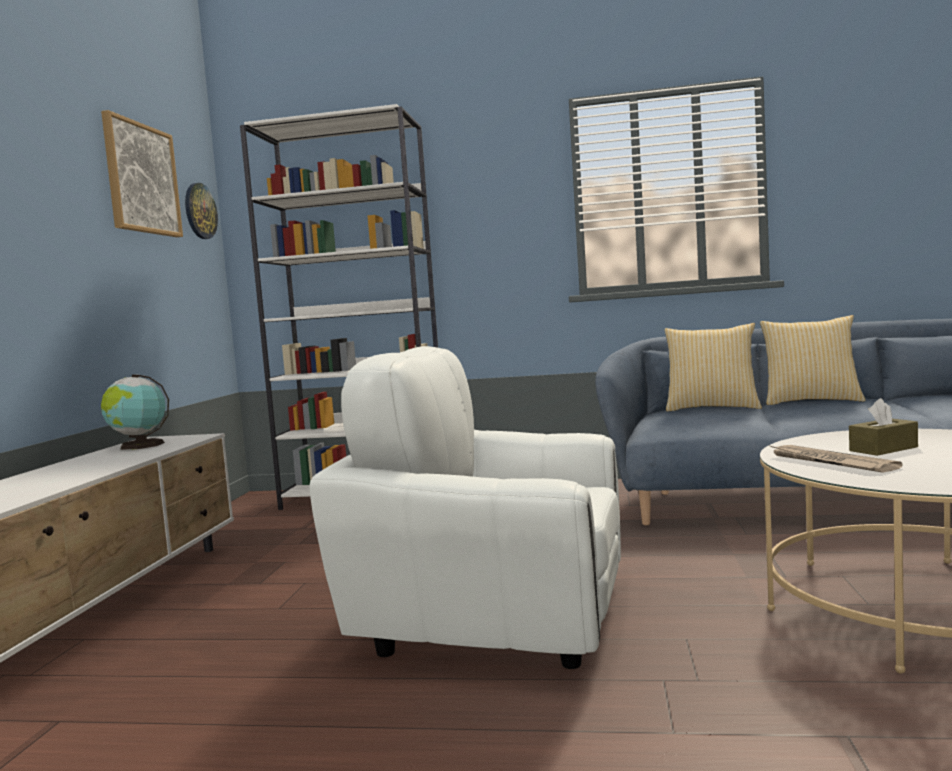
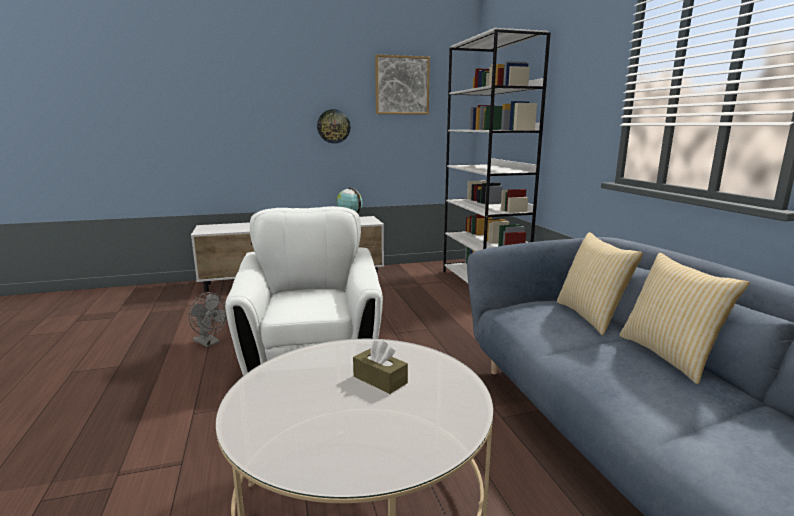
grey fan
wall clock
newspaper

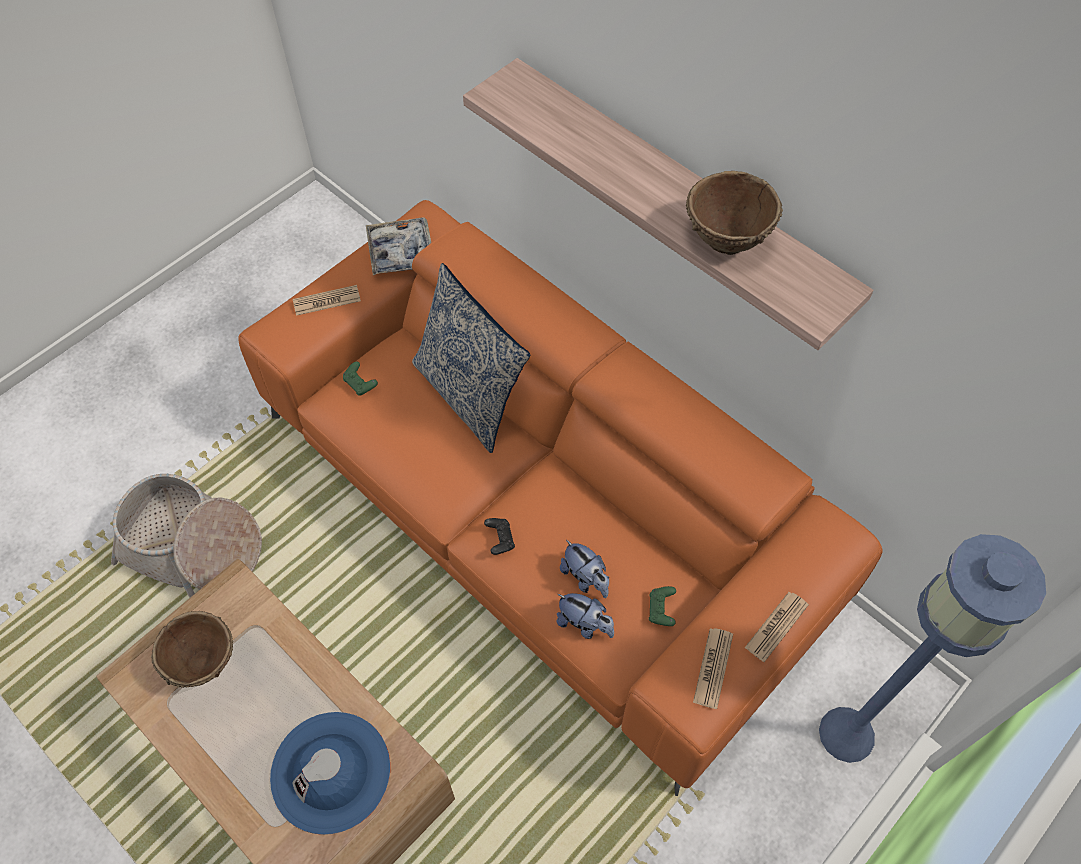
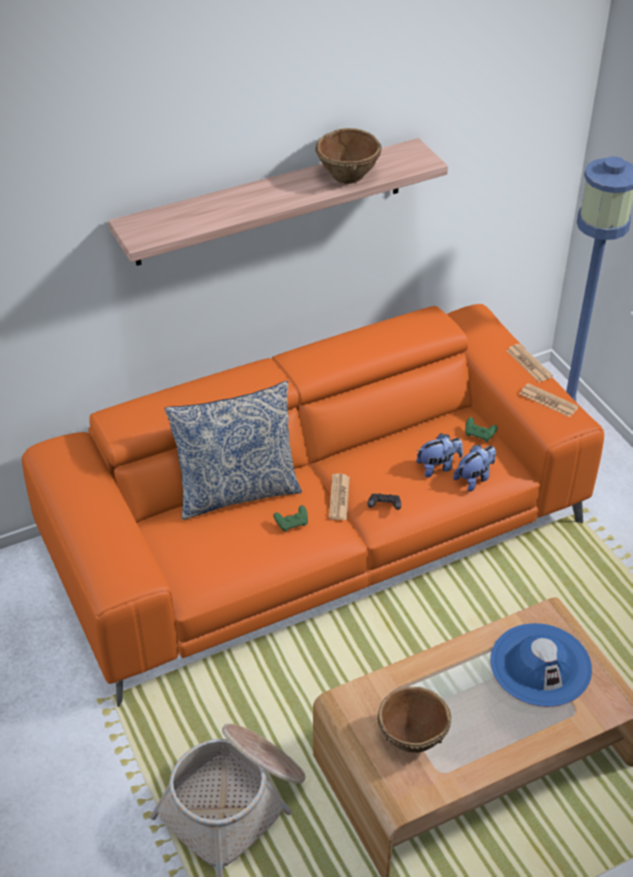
green game controller (1st from left)
newspaper (1st from left)
tray

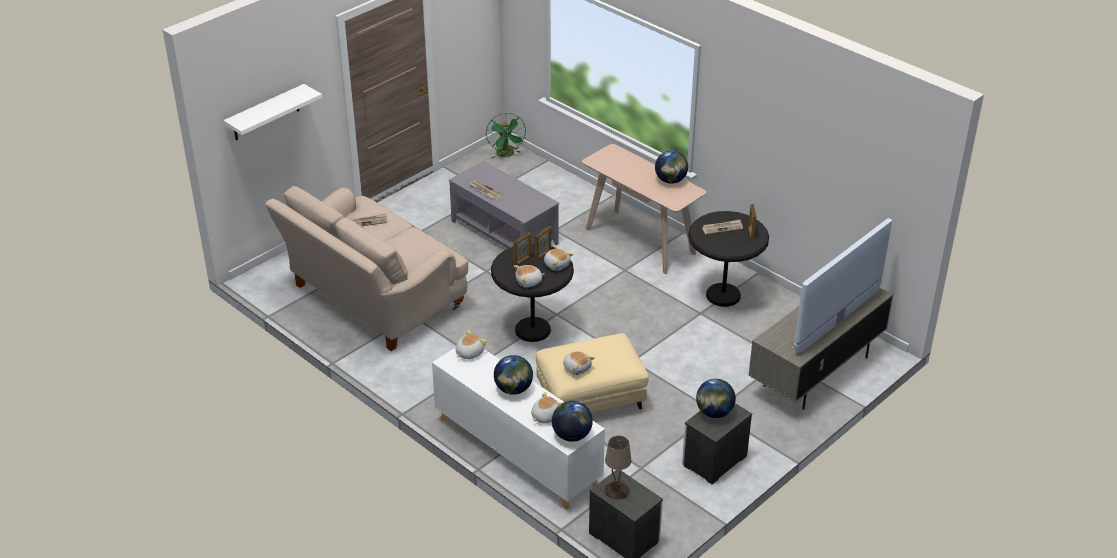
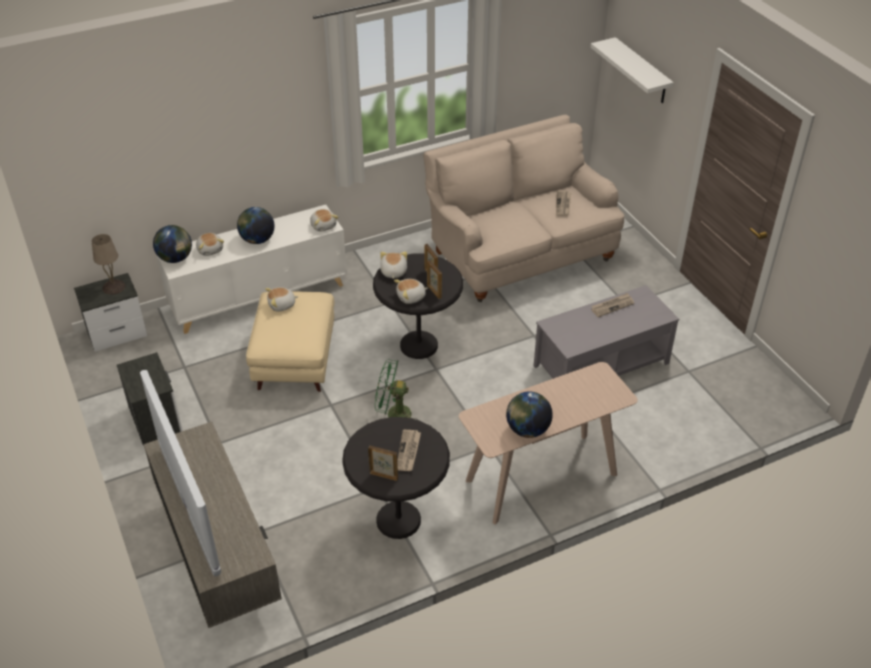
green fan
globe (4th from left in the first image)

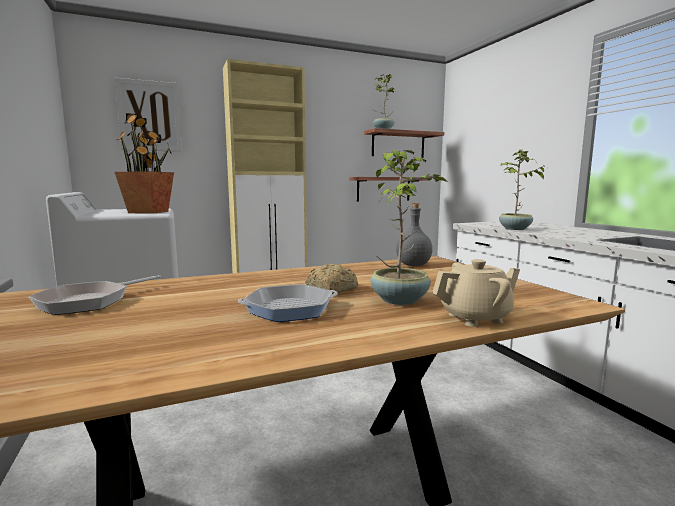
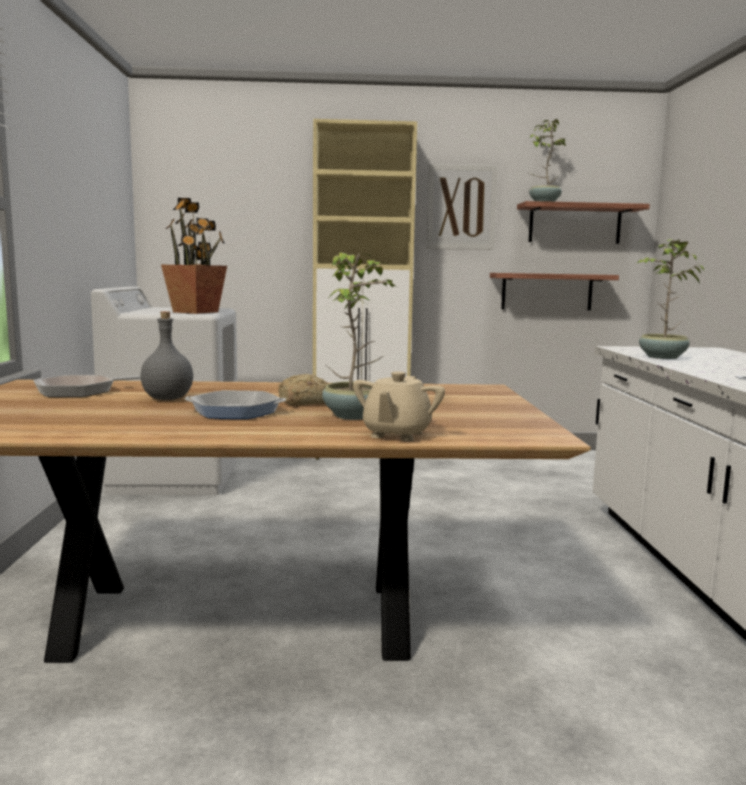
grey bottle
beige teapot
picture

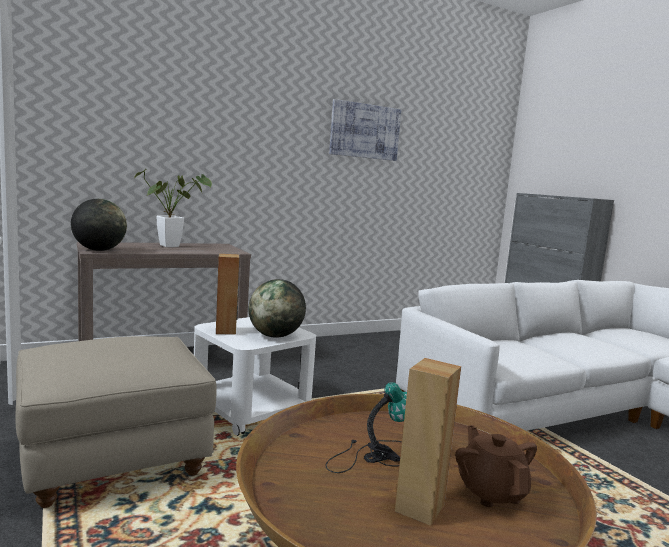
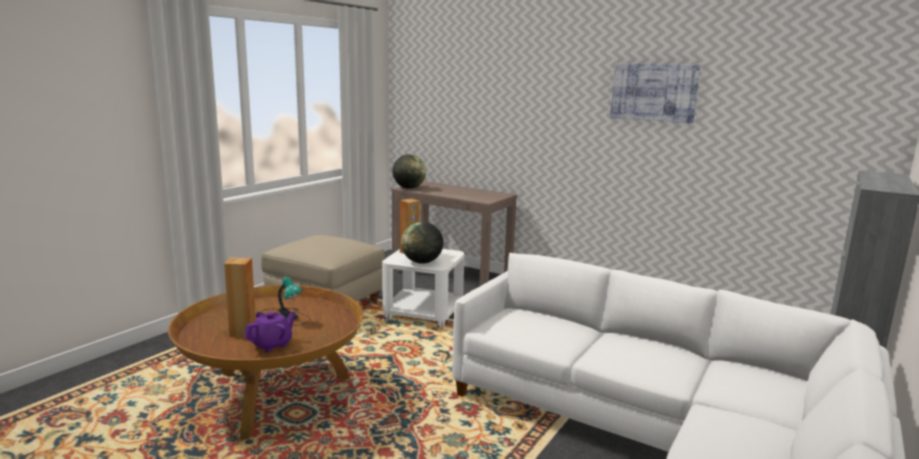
purple teapot
potted plant

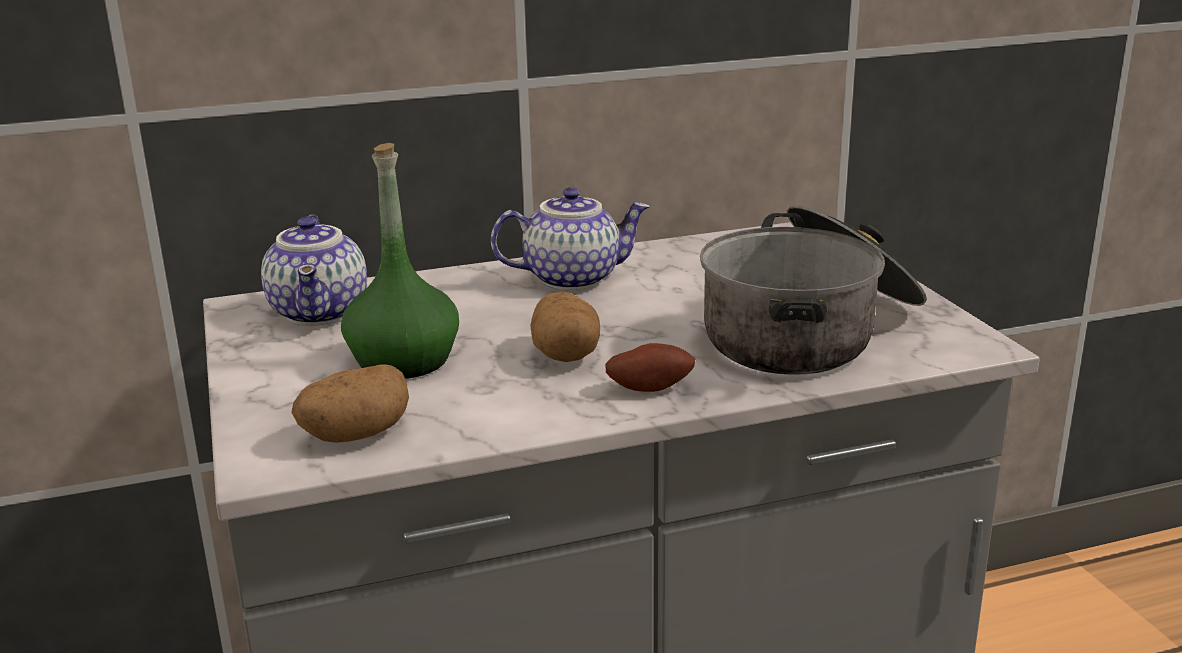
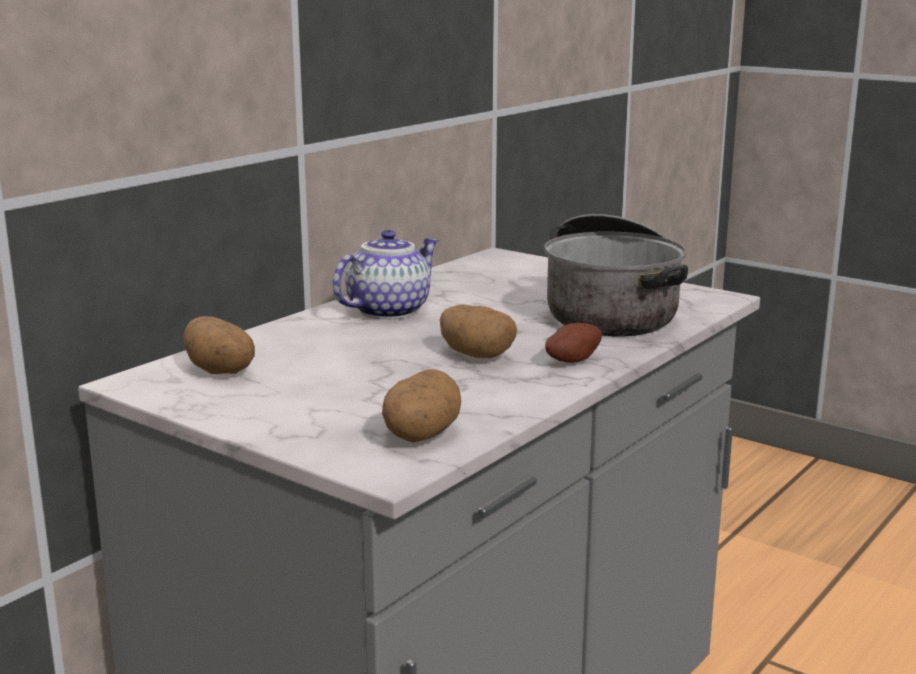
potato (1st from left)
green bottle

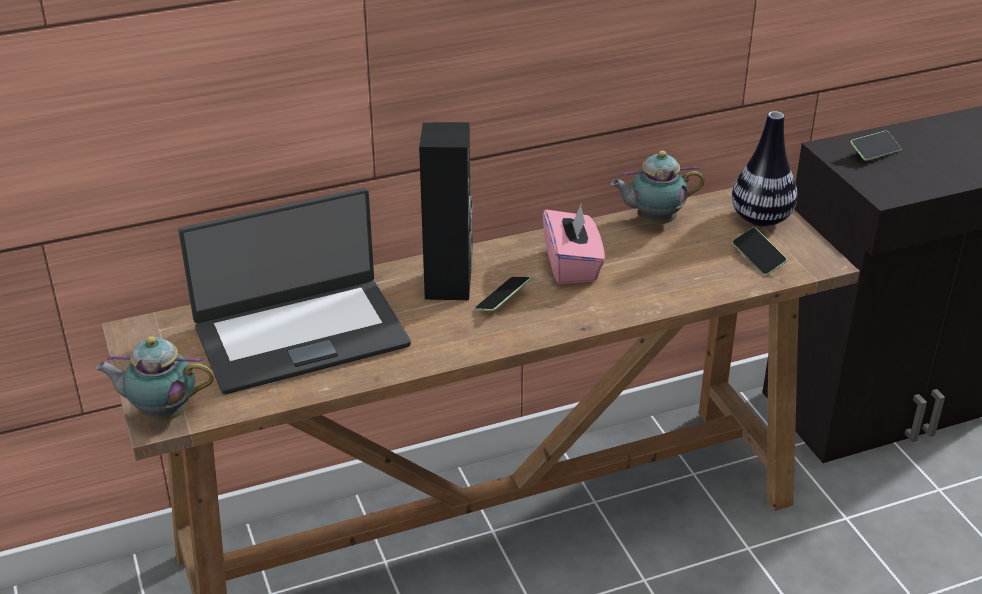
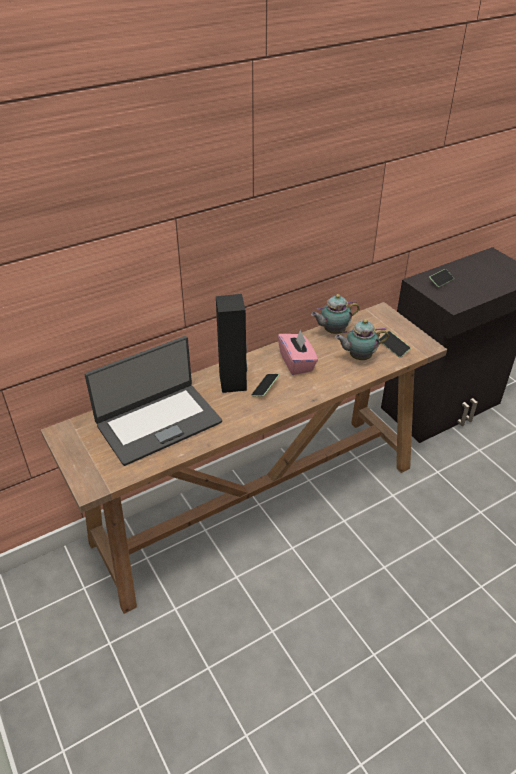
teapot (2nd from left)
vase

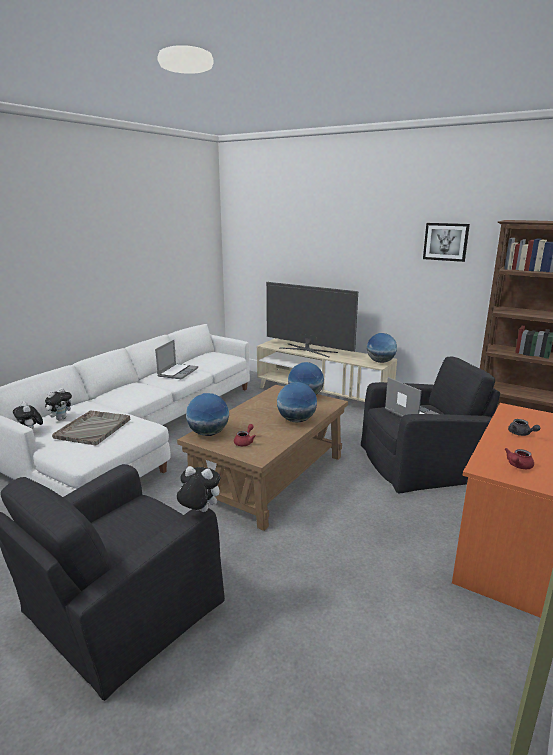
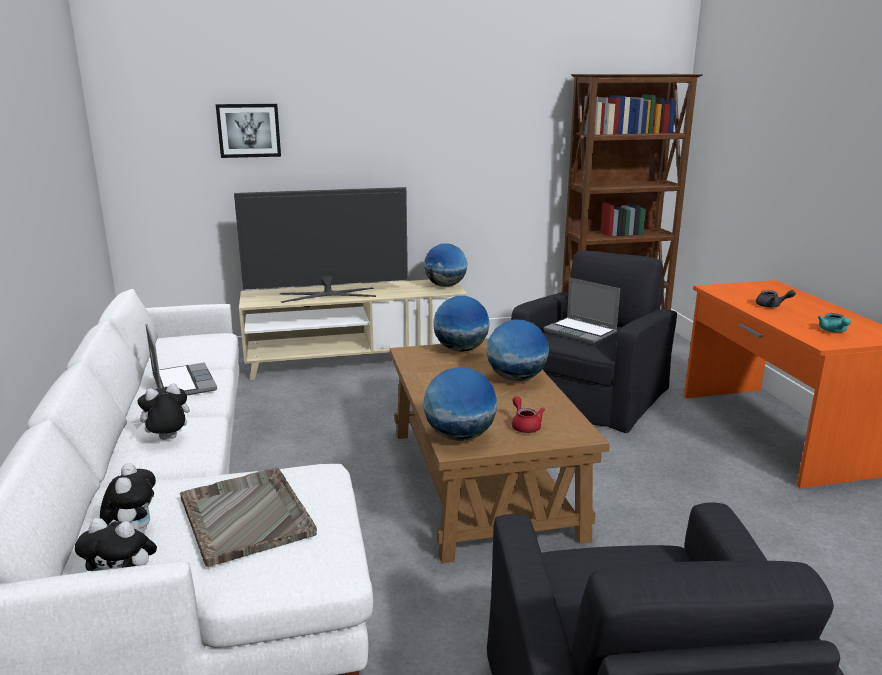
plush toy (3rd from left)
picture
laptop (2nd from left)
turquoise teapot

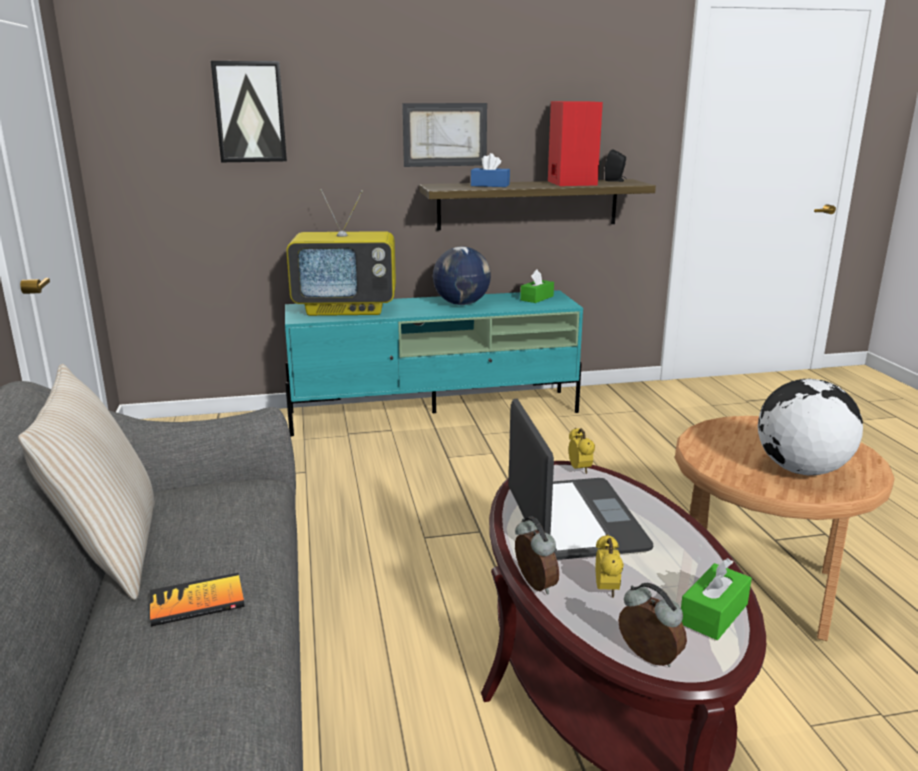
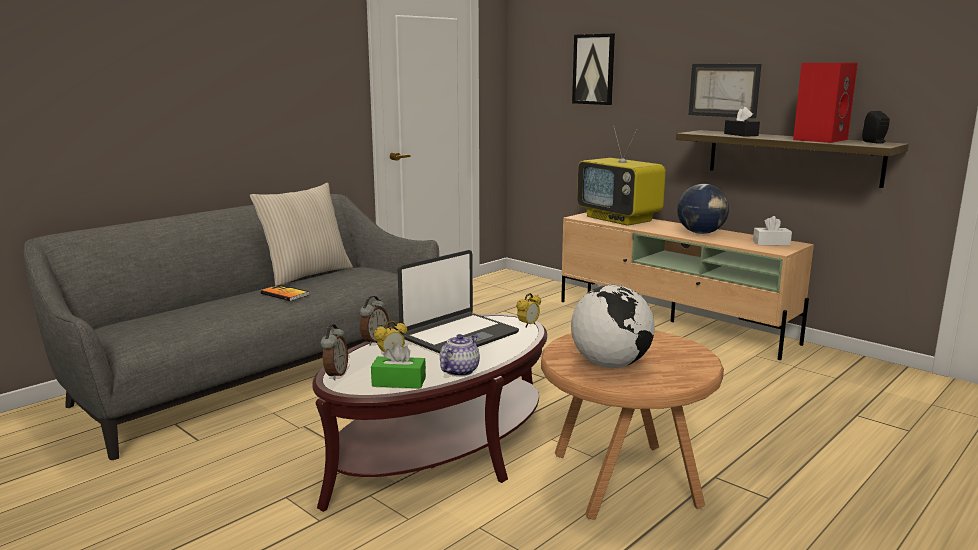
teapot
beige tv stand
black tissue box
white tissue box

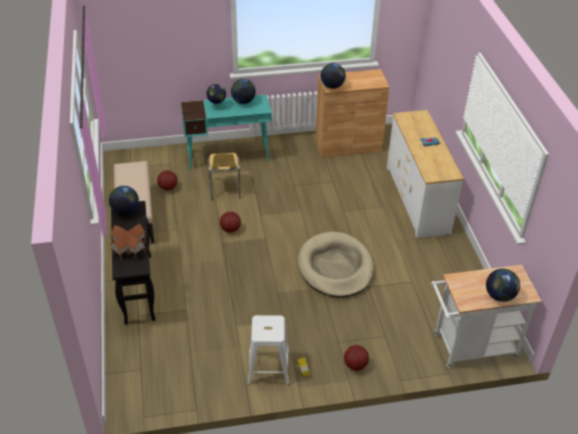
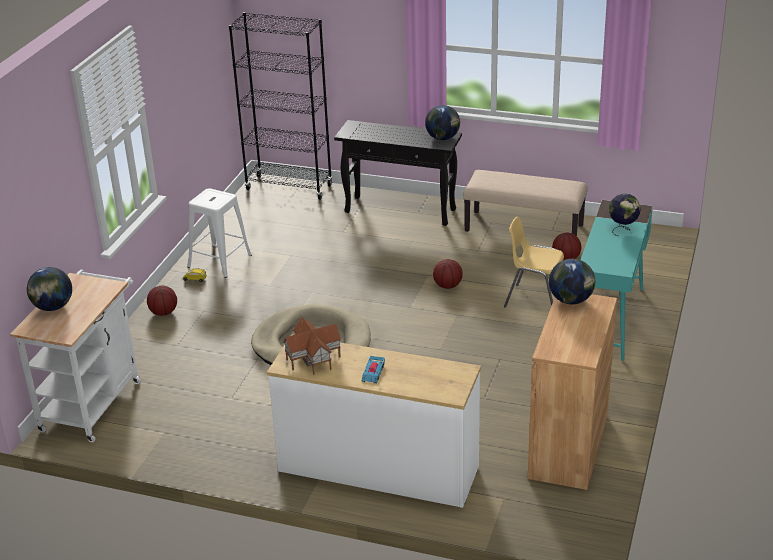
black bookcase
toy house
globe (3rd from left in the first image)

